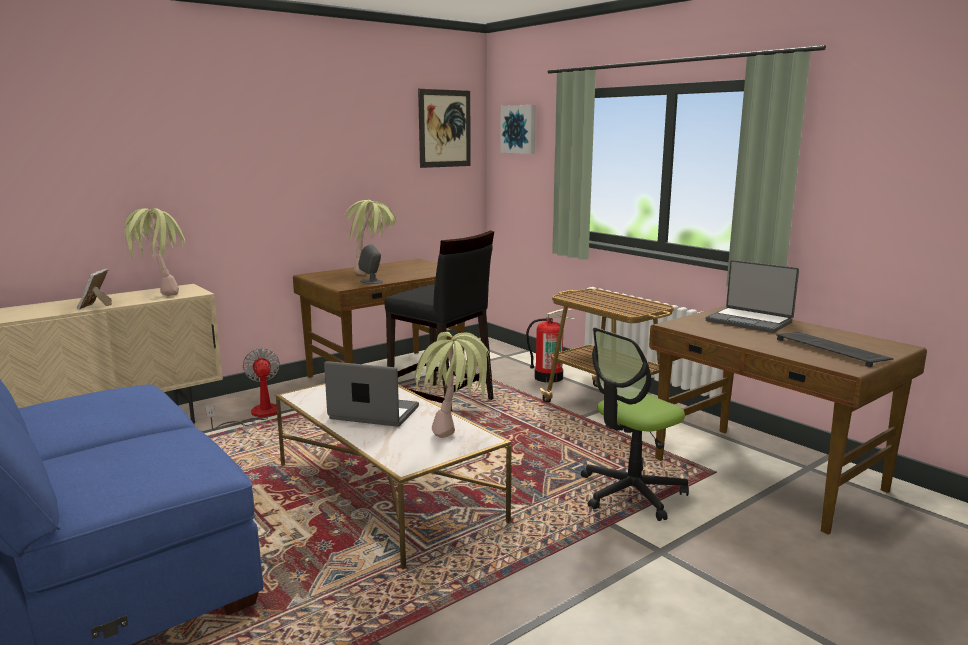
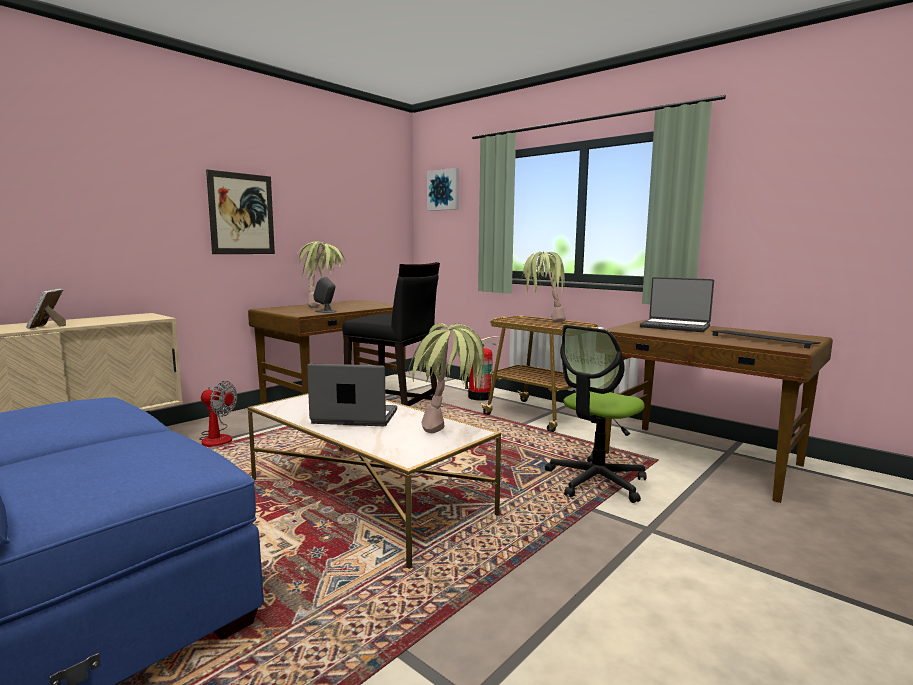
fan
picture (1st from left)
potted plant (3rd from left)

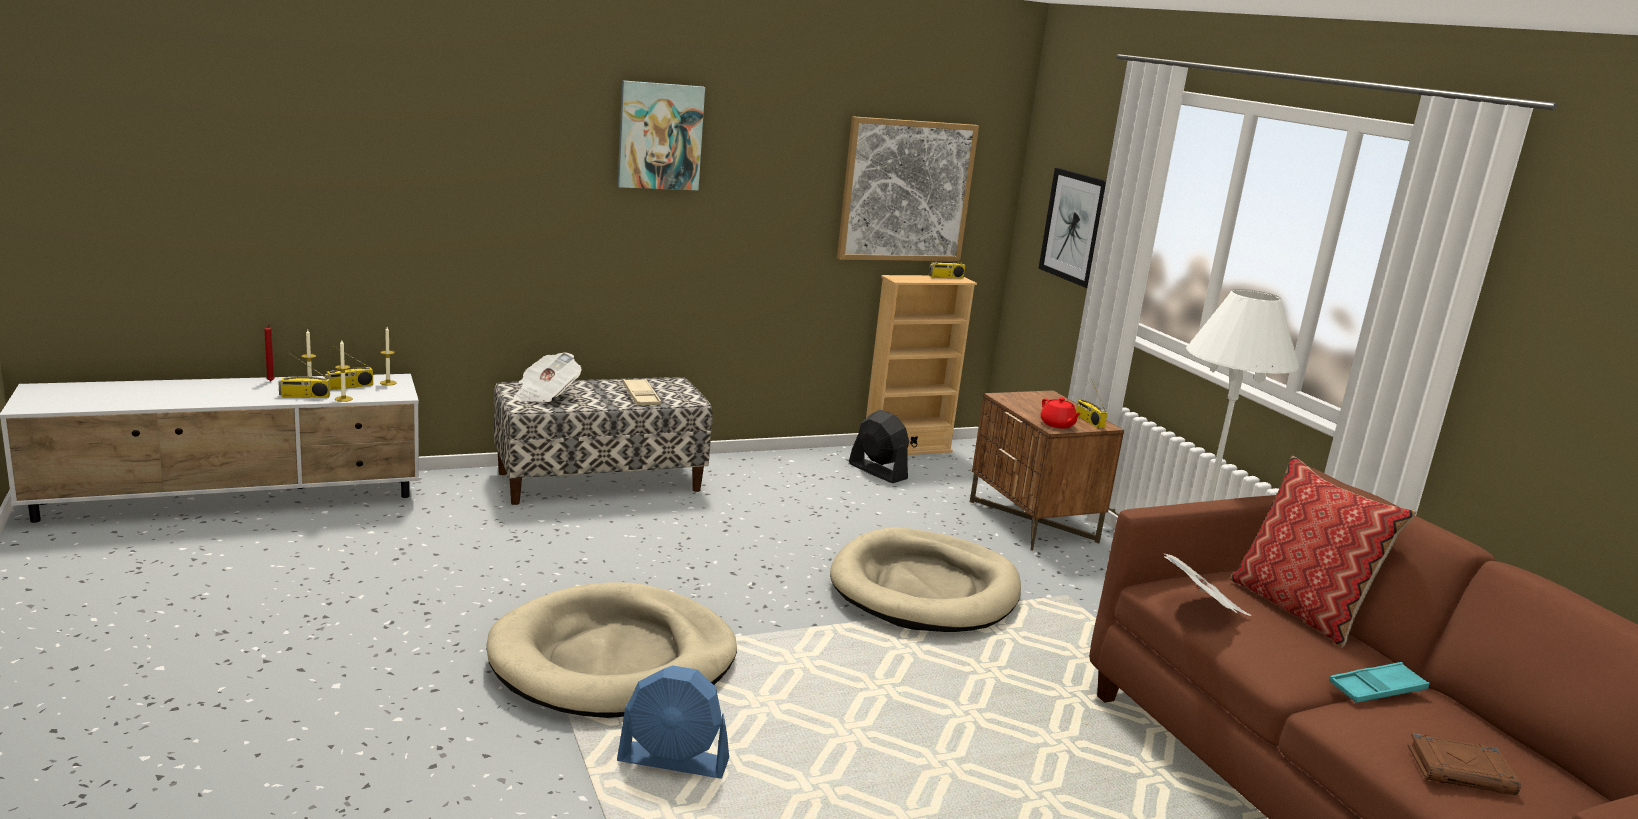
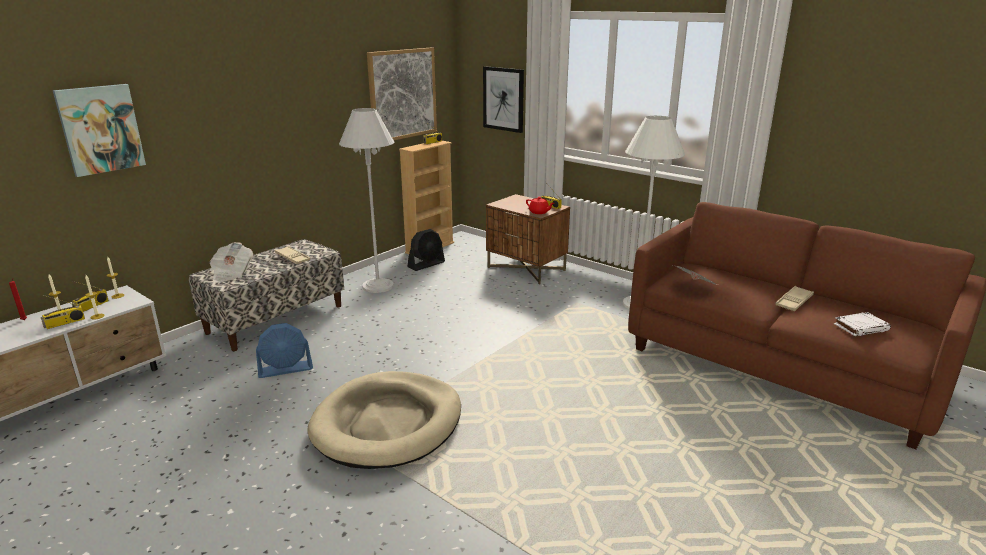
picture (1st from left)
blue fan
white floor lamp (1st from left)
black fan
beige tray (2nd from left)
white book
beige dog bed (2nd from left in the first image)
pillow

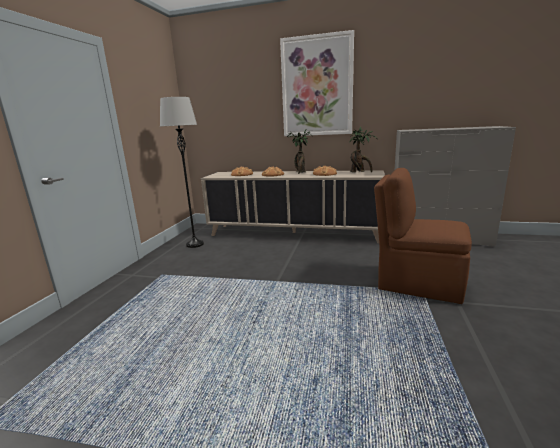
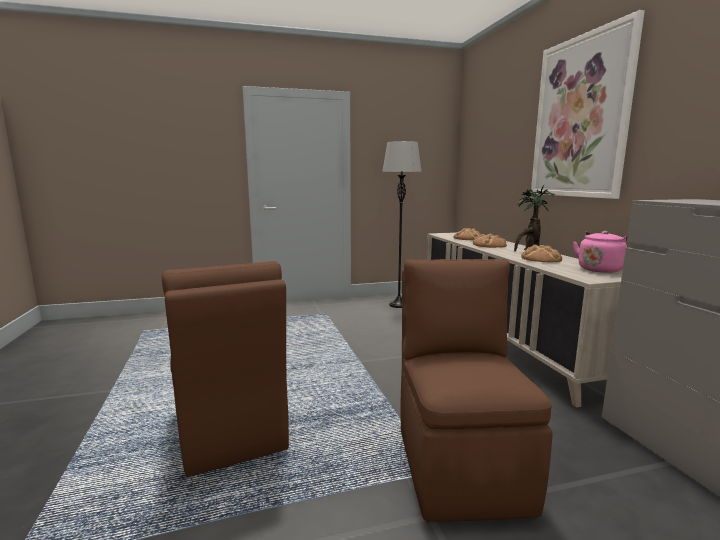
brown chair (1st from left)
pink kettle

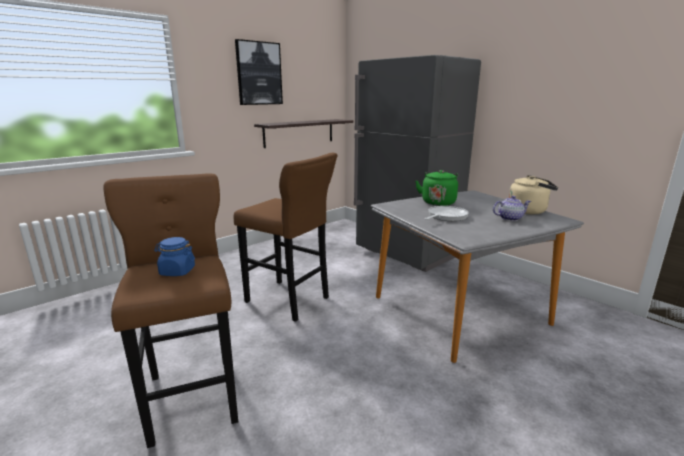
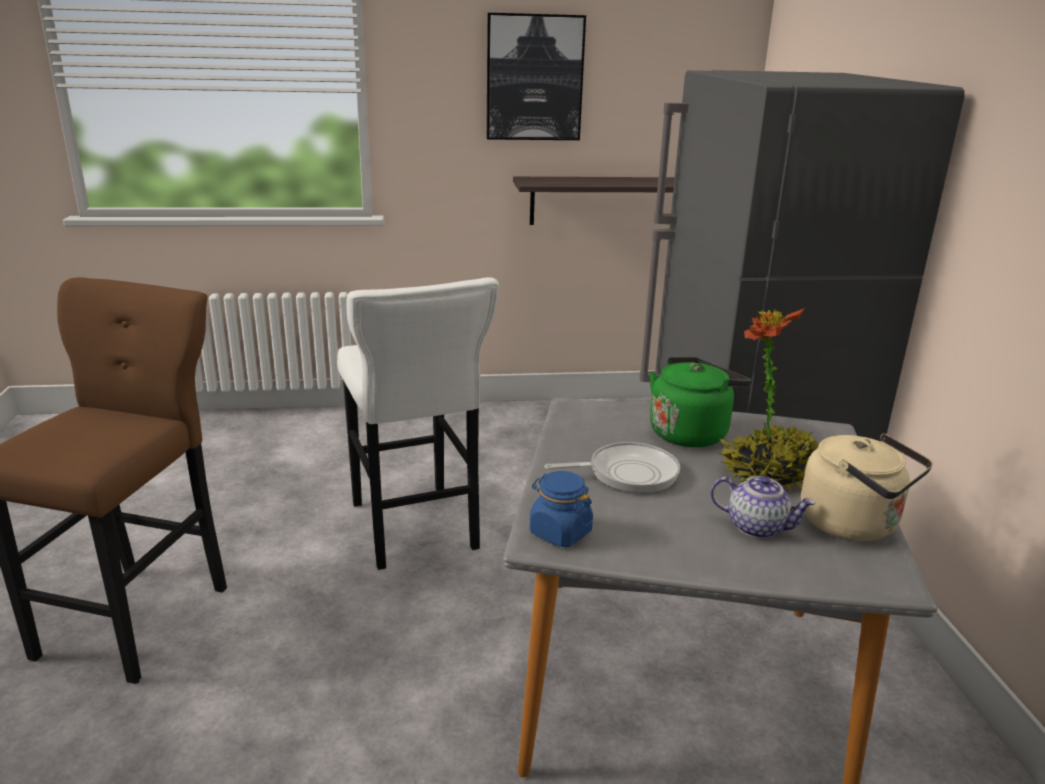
white stool
blue jar
potted plant

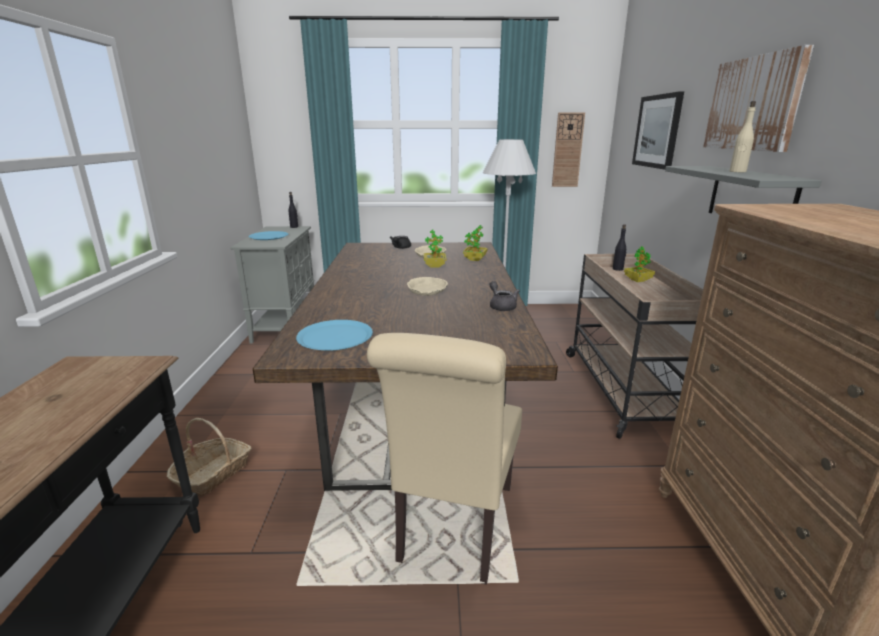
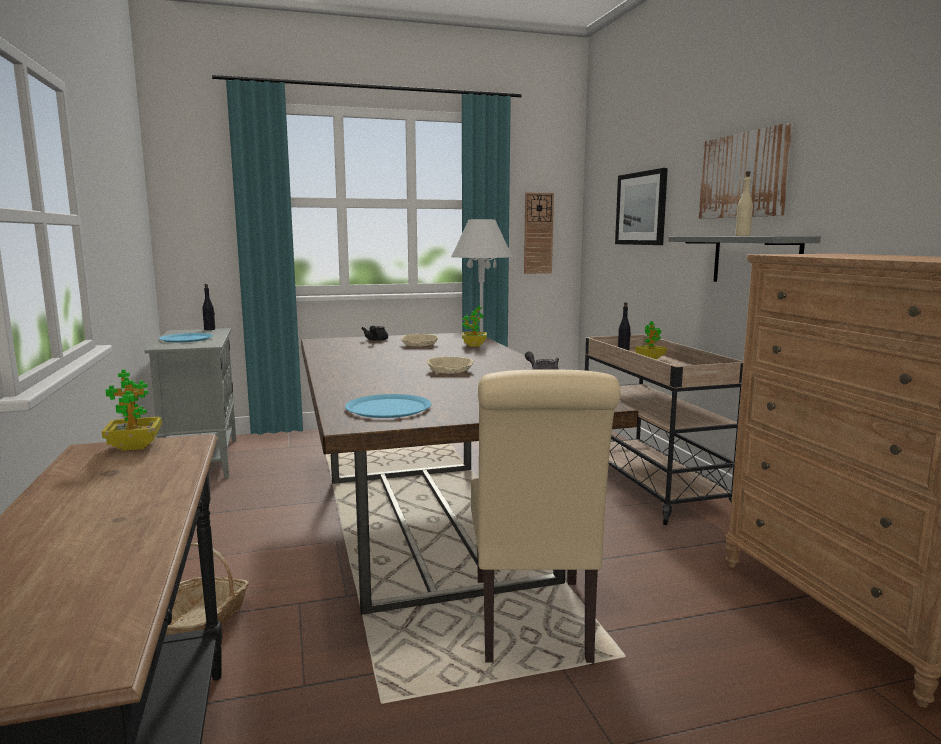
potted plant (1st from left)

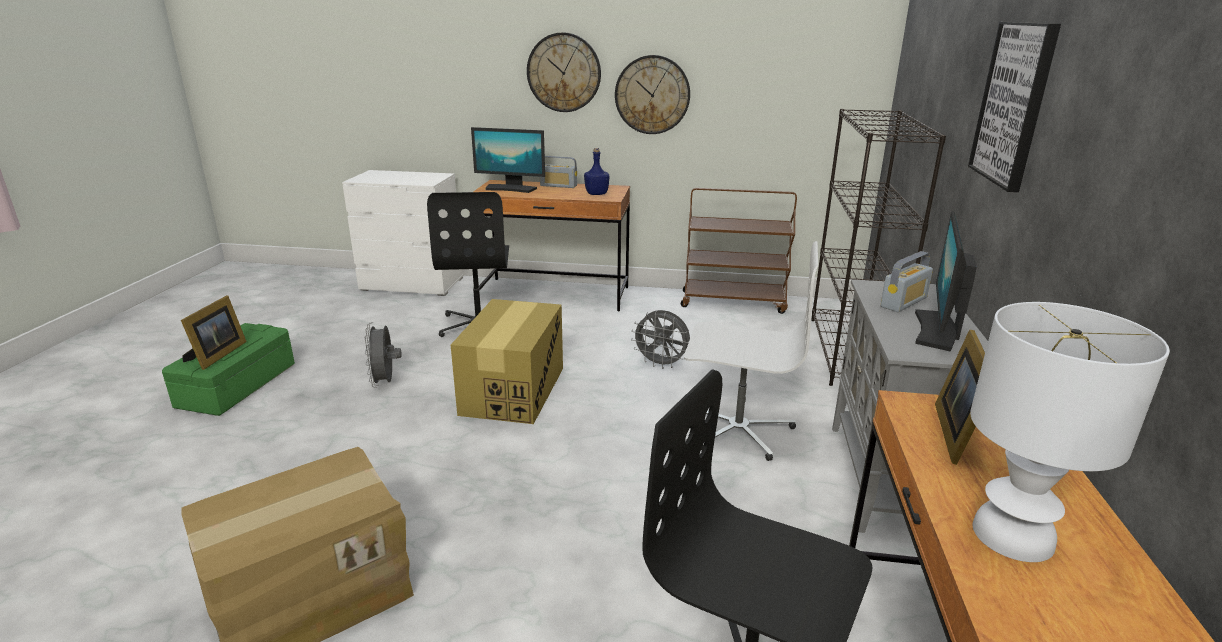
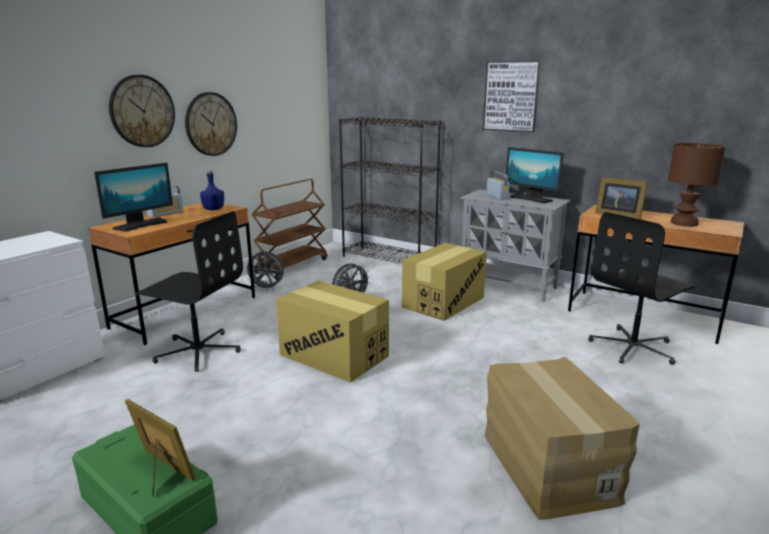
grey fan (1st from left)
cardboard box (2nd from left)
brown table lamp

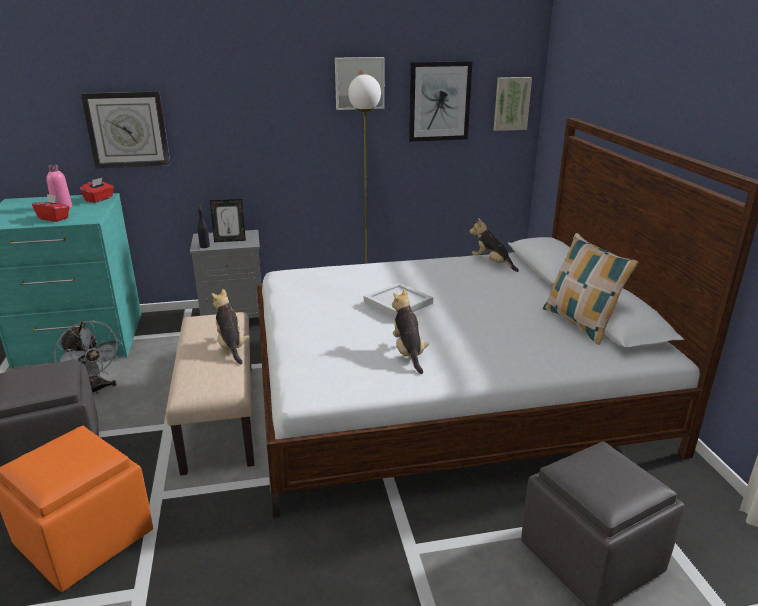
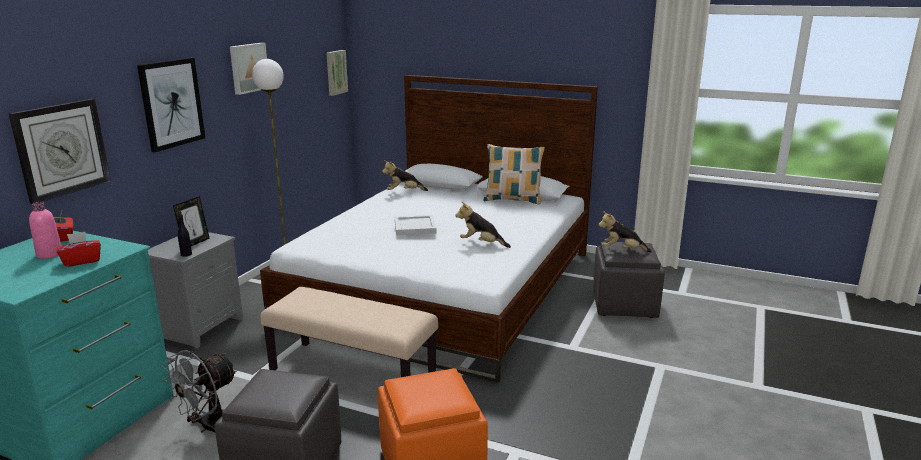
picture (1st from left)
grey fan
plush toy (3rd from left)

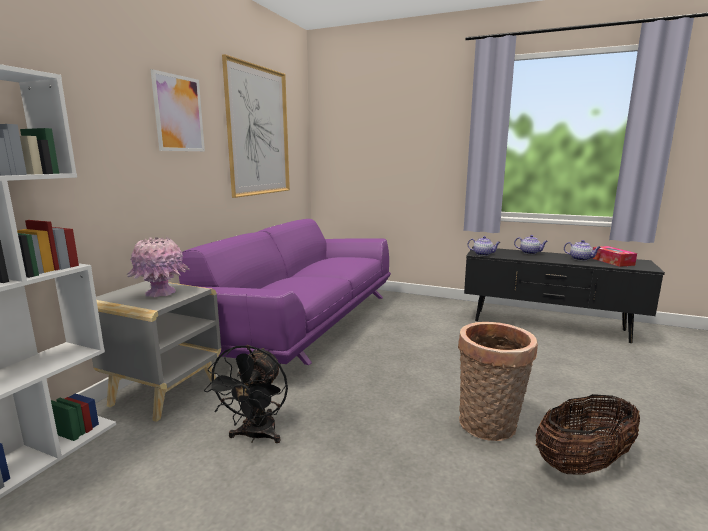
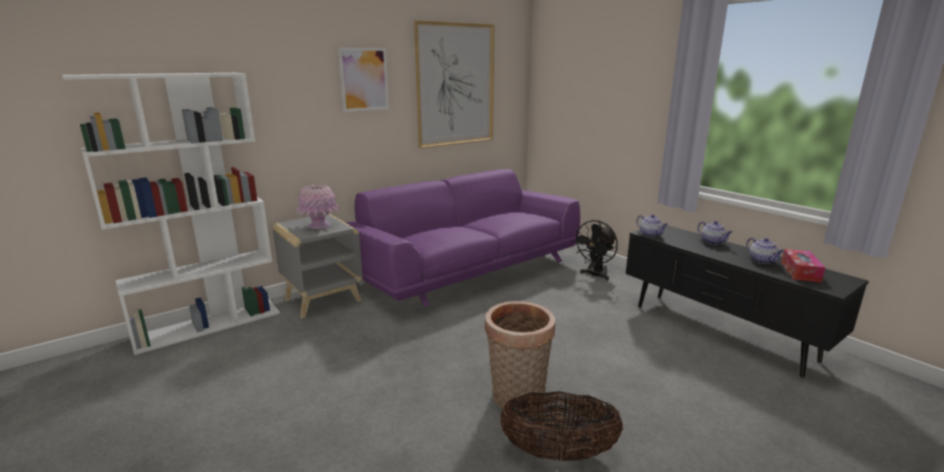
black fan

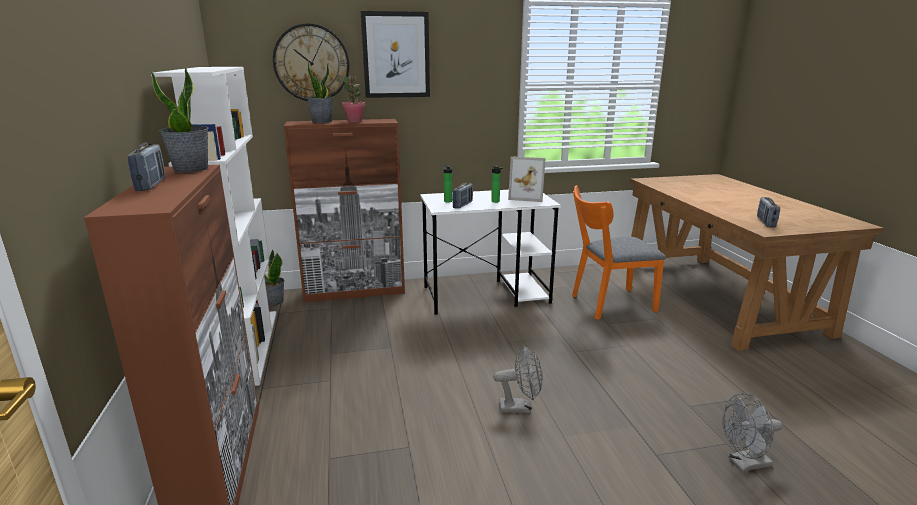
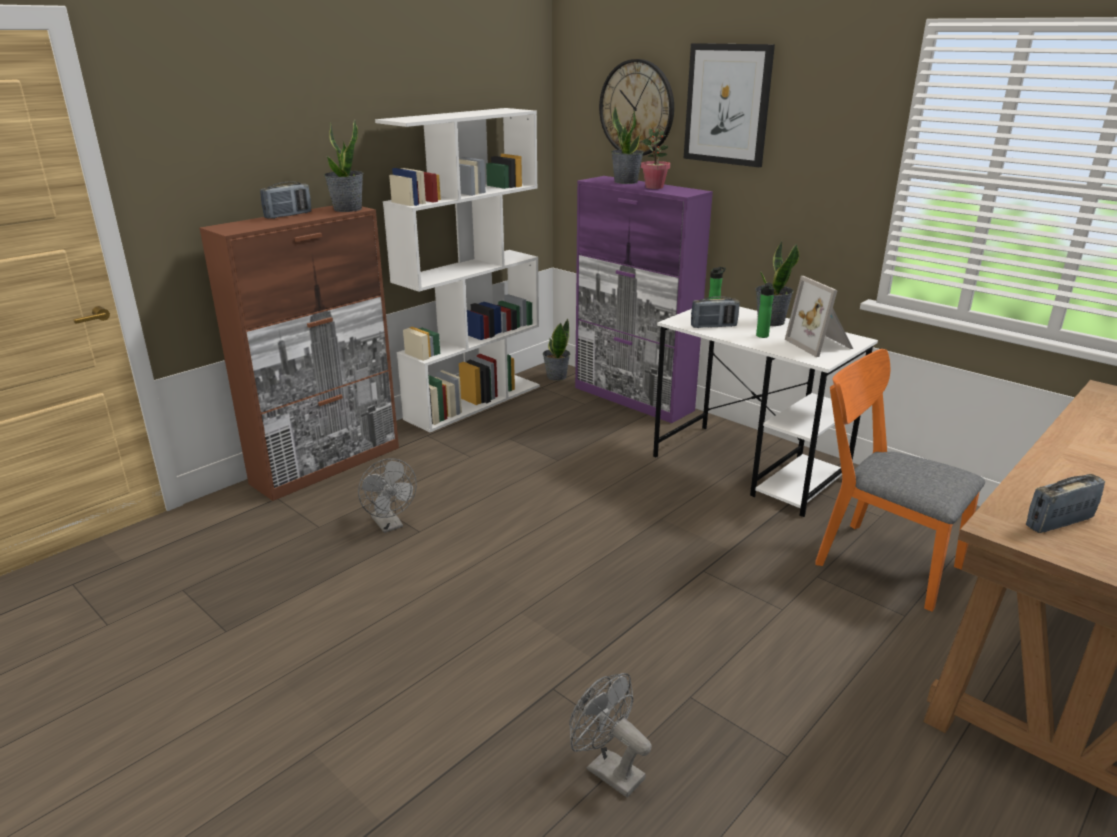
grey fan (1st from left)
purple cabinet
potted plant (5th from left)

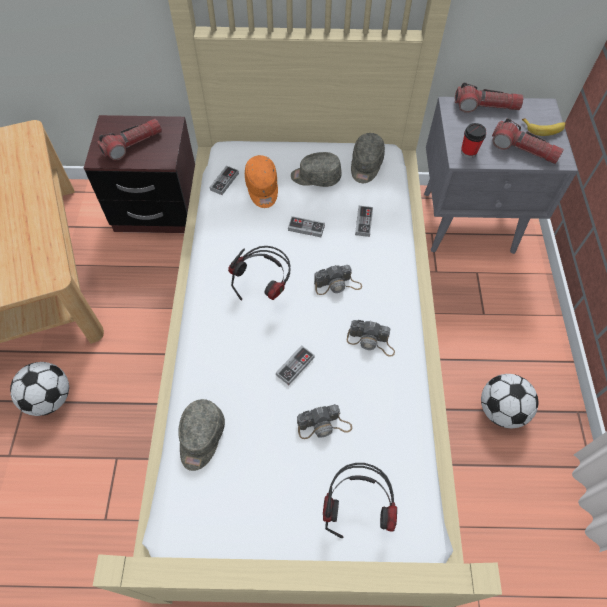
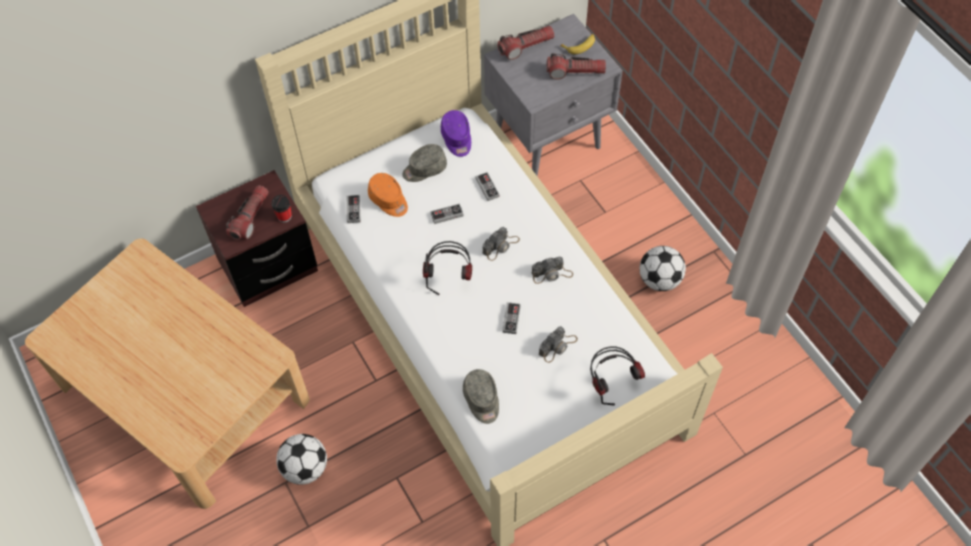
cup
purple cap

